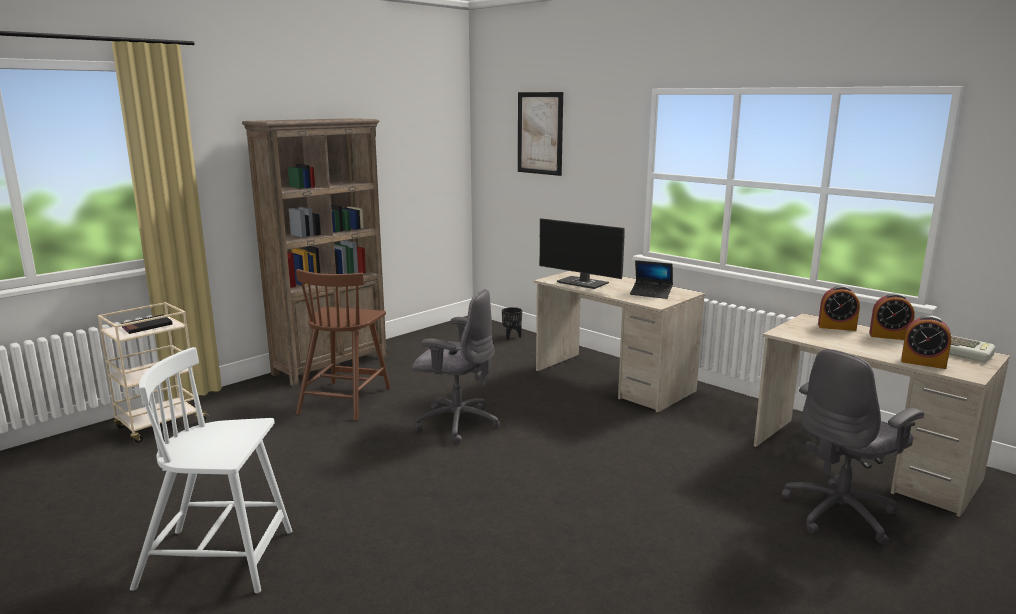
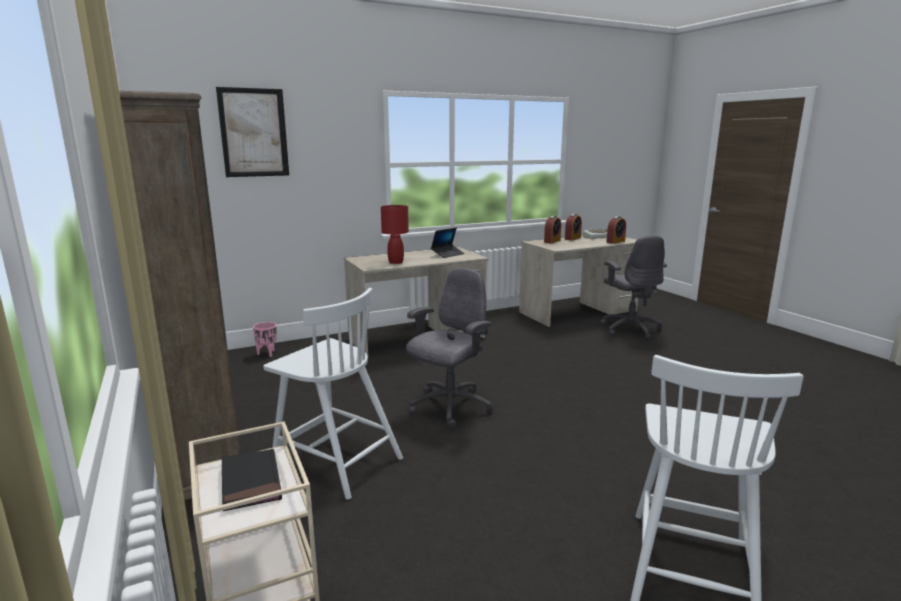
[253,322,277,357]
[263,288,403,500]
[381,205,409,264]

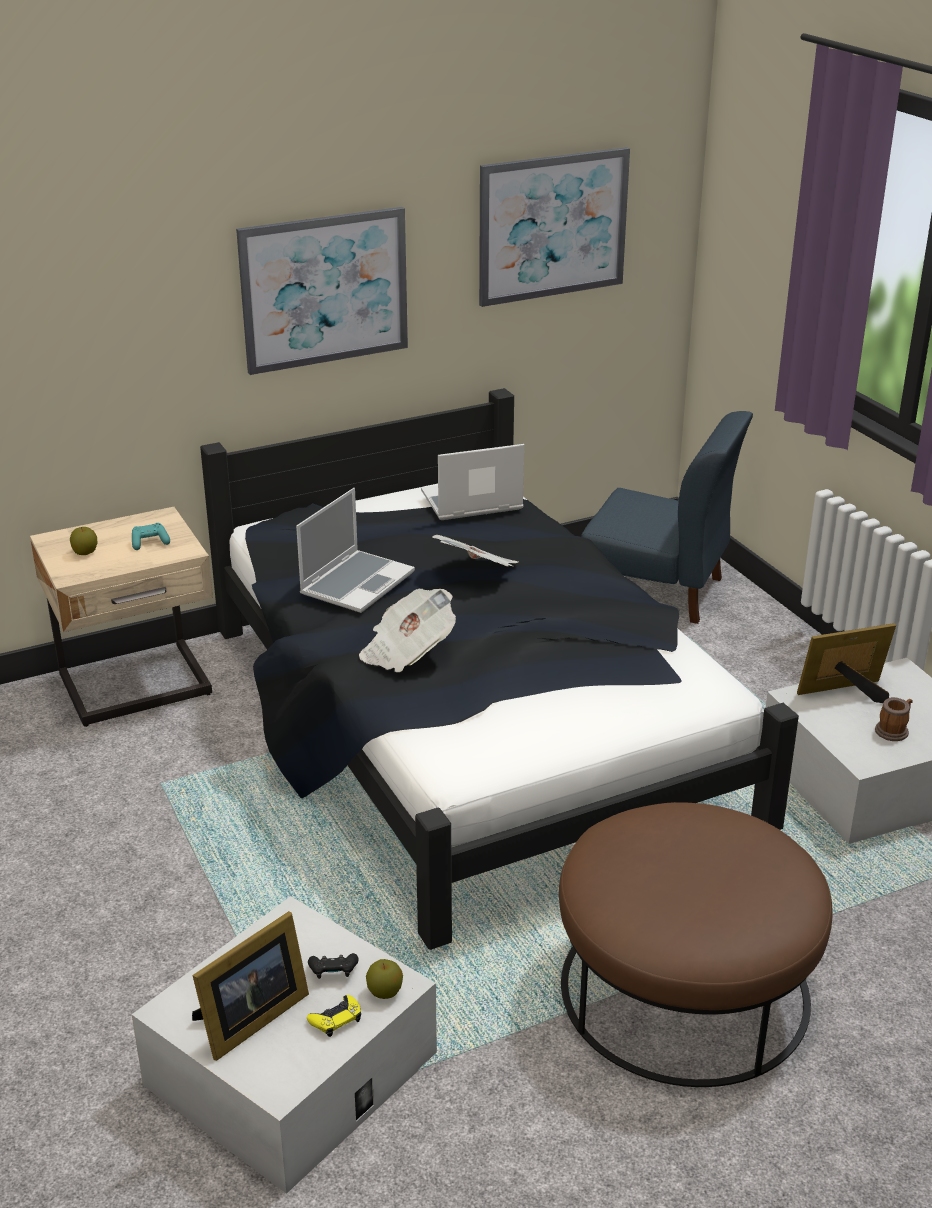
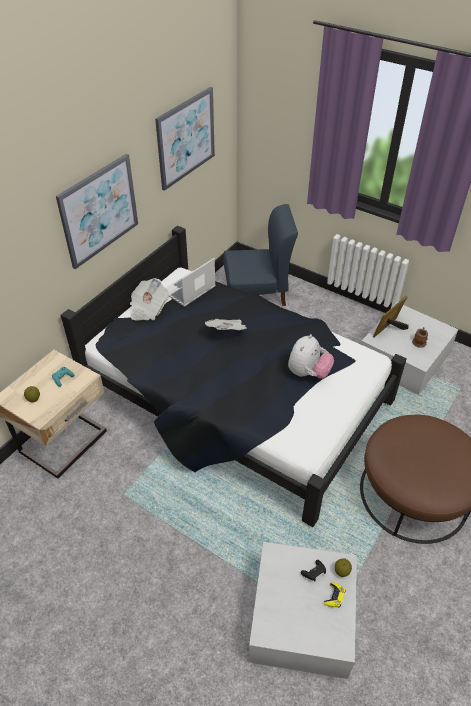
[130,278,169,320]
[288,334,334,379]
[192,911,309,1061] (first image)
[296,488,415,613] (first image)

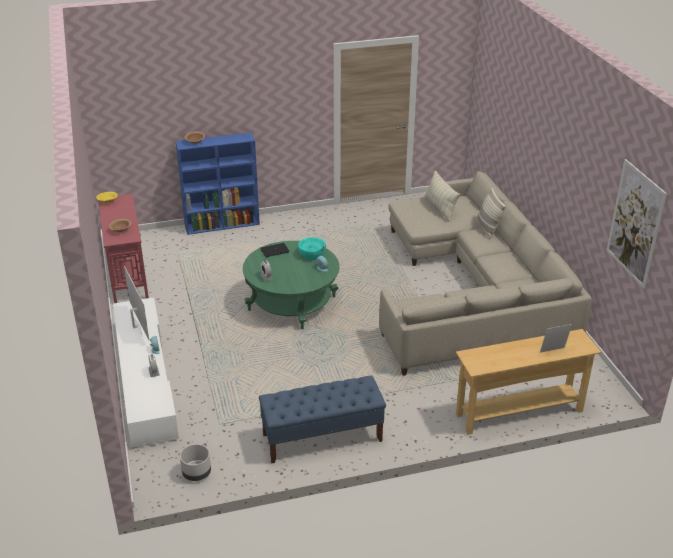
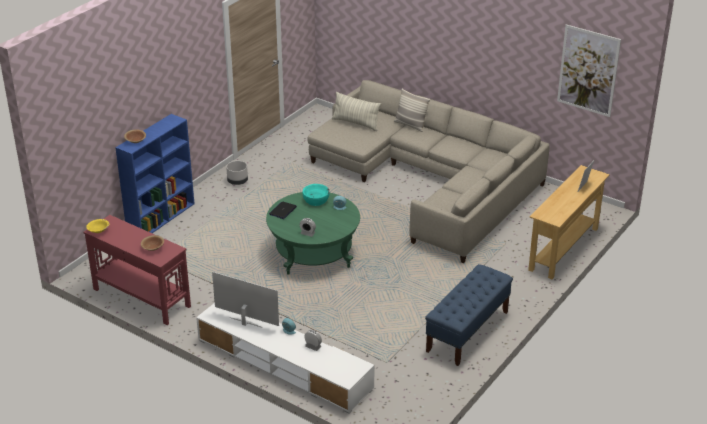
[226,161,248,185]

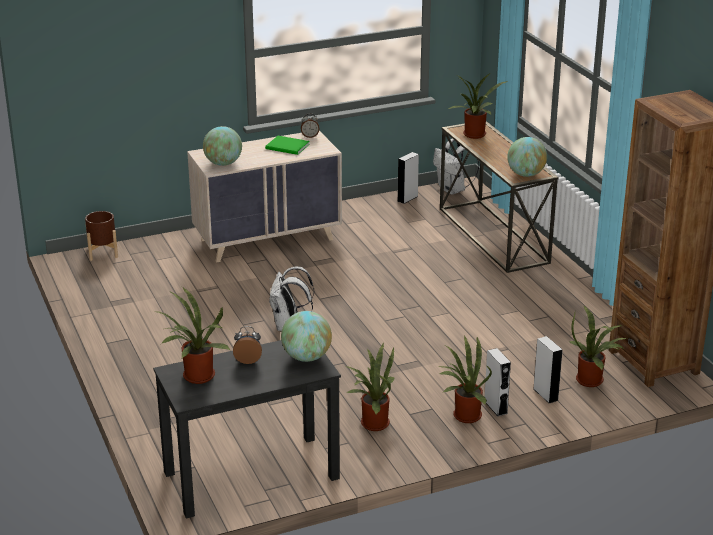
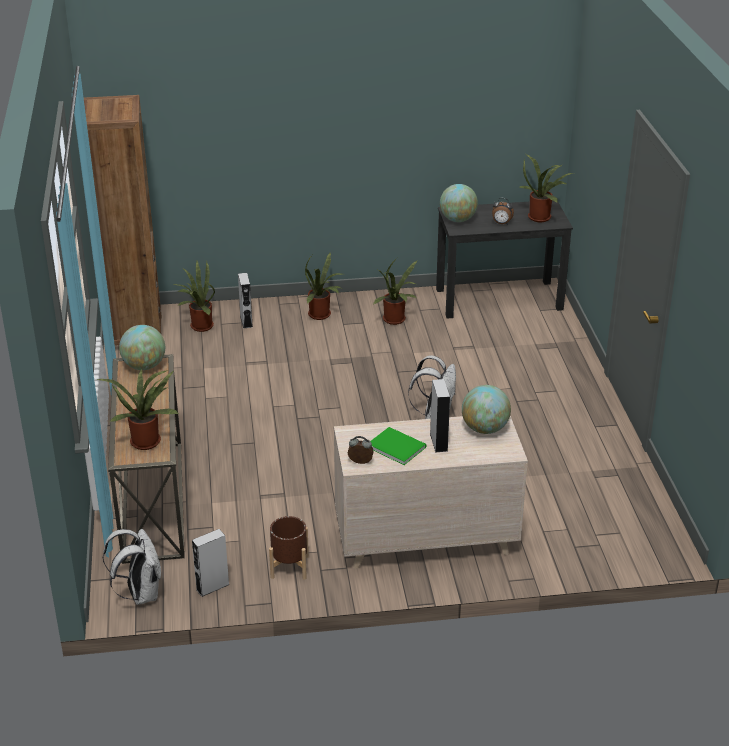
[269,516,309,580]
[430,379,450,452]

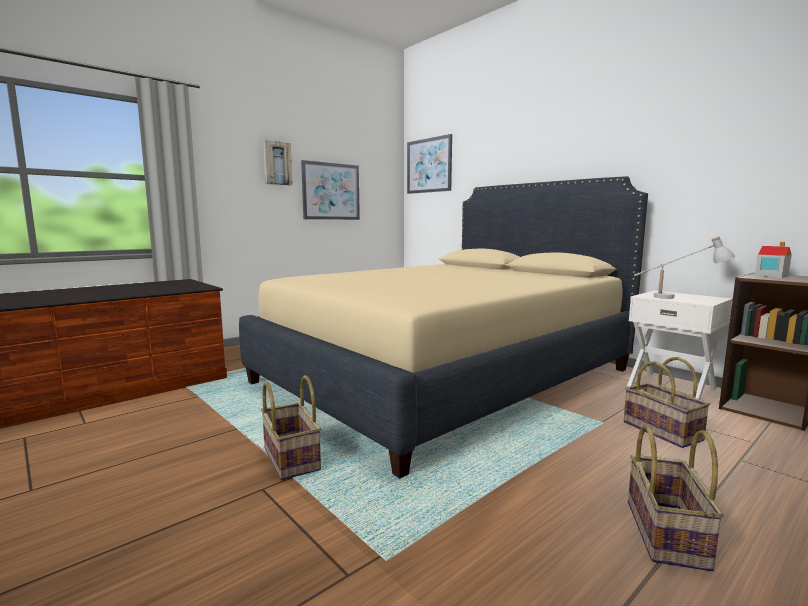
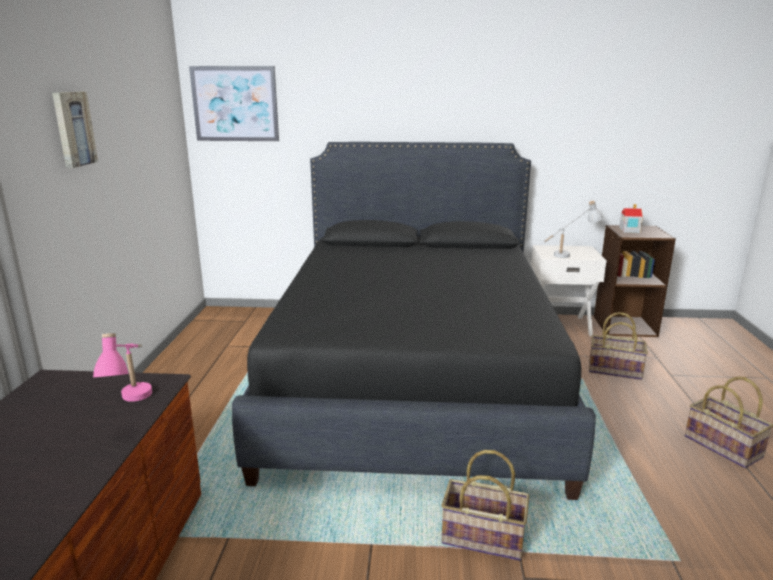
[93,333,152,402]
[232,142,596,500]
[301,160,360,220] (first image)

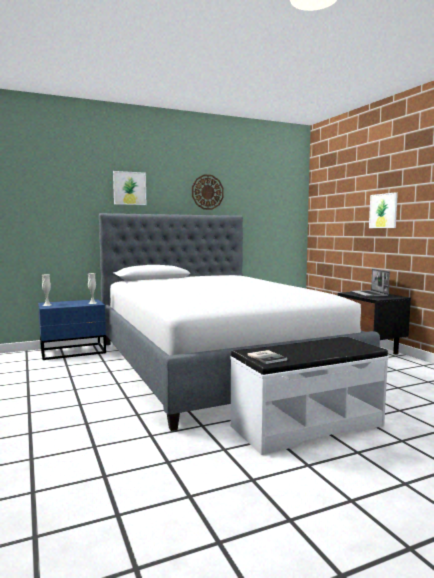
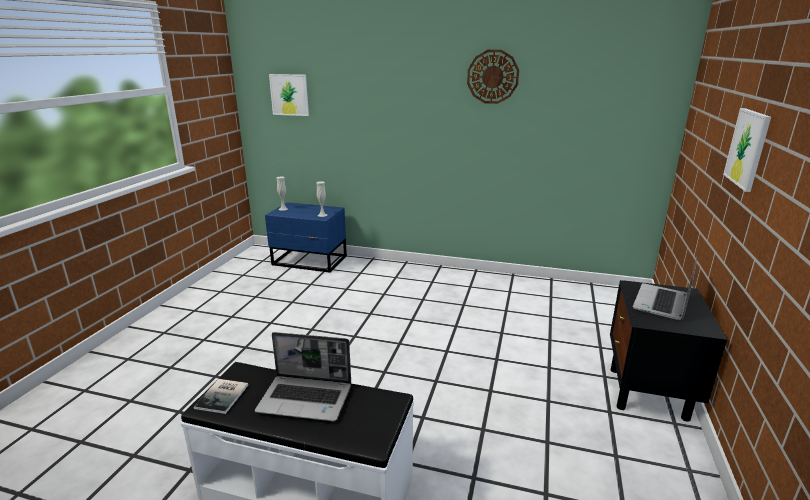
[255,332,351,421]
[269,74,309,116]
[99,213,380,431] (first image)

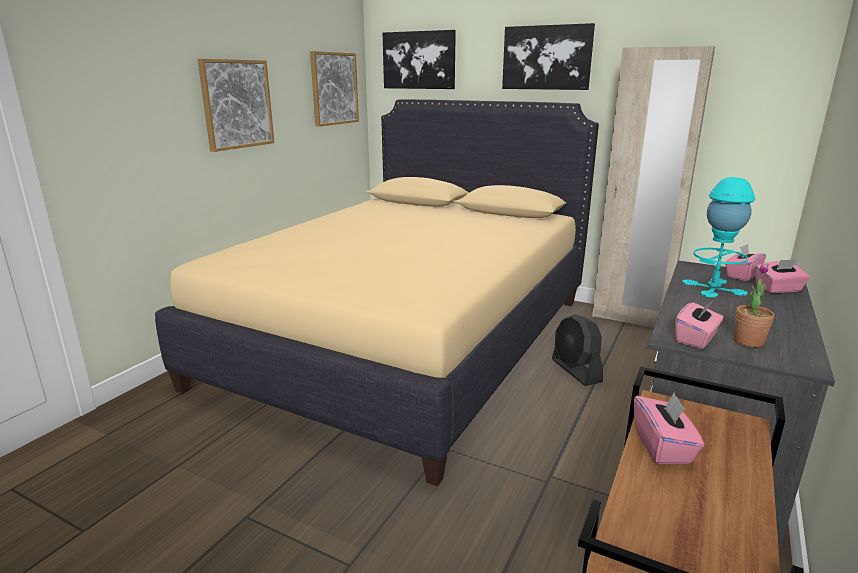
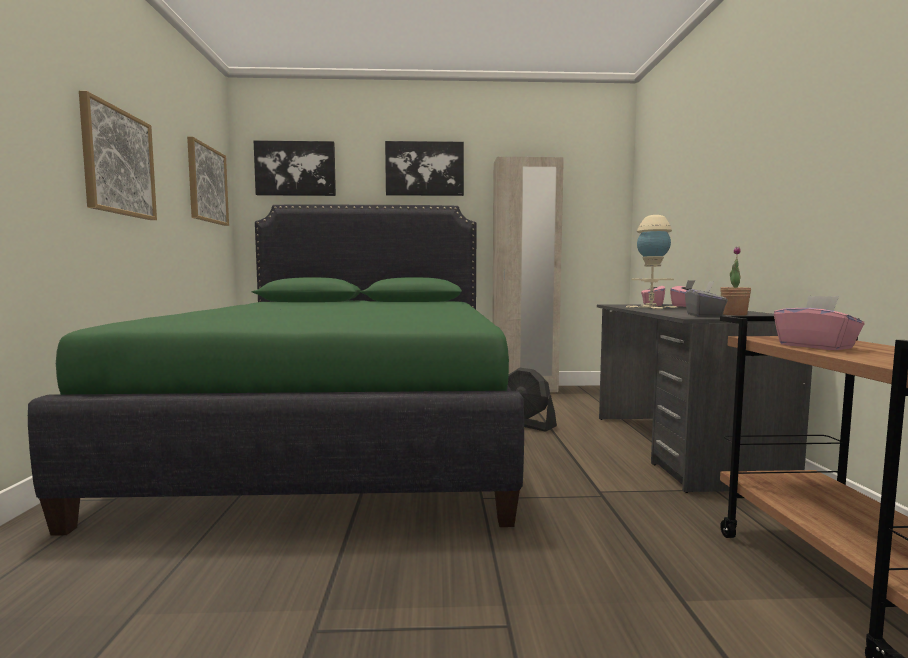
[28,204,524,536]
[626,215,677,309]
[685,281,728,317]

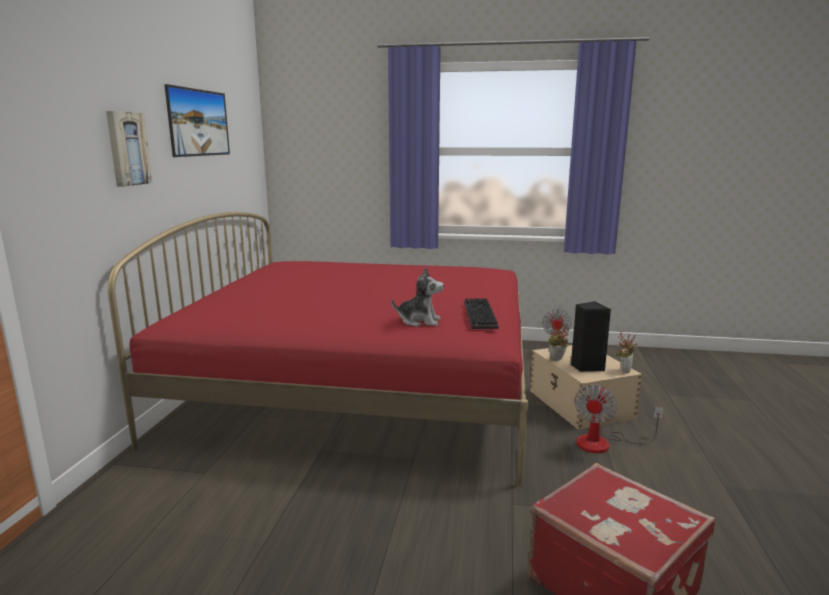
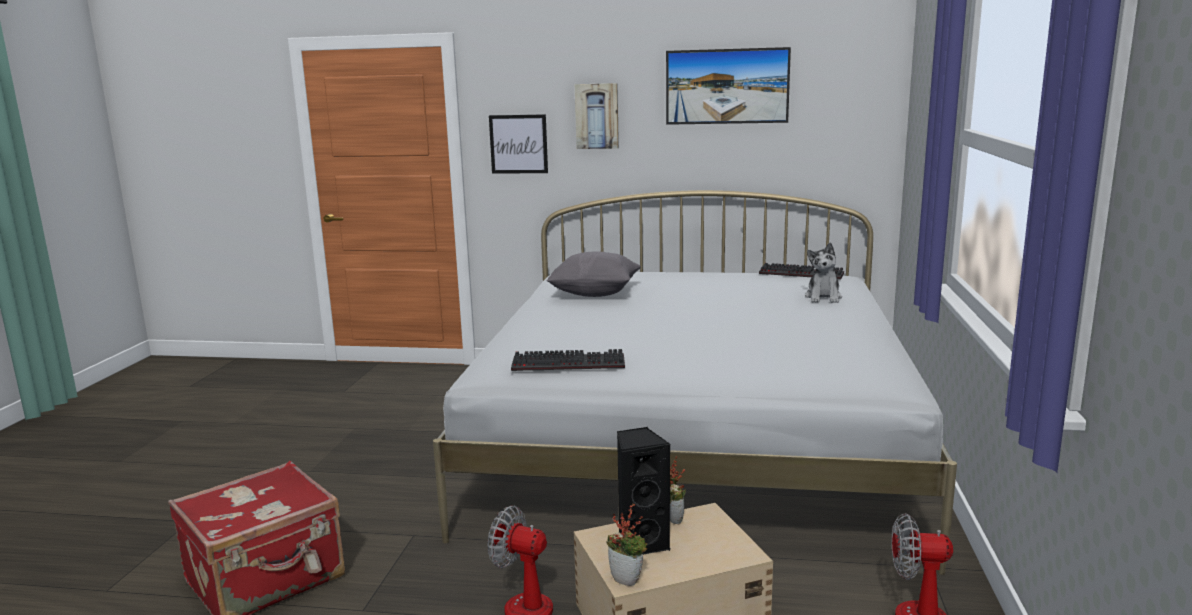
[433,190,957,575]
[489,114,548,174]
[546,251,641,297]
[759,263,844,280]
[805,243,842,303]

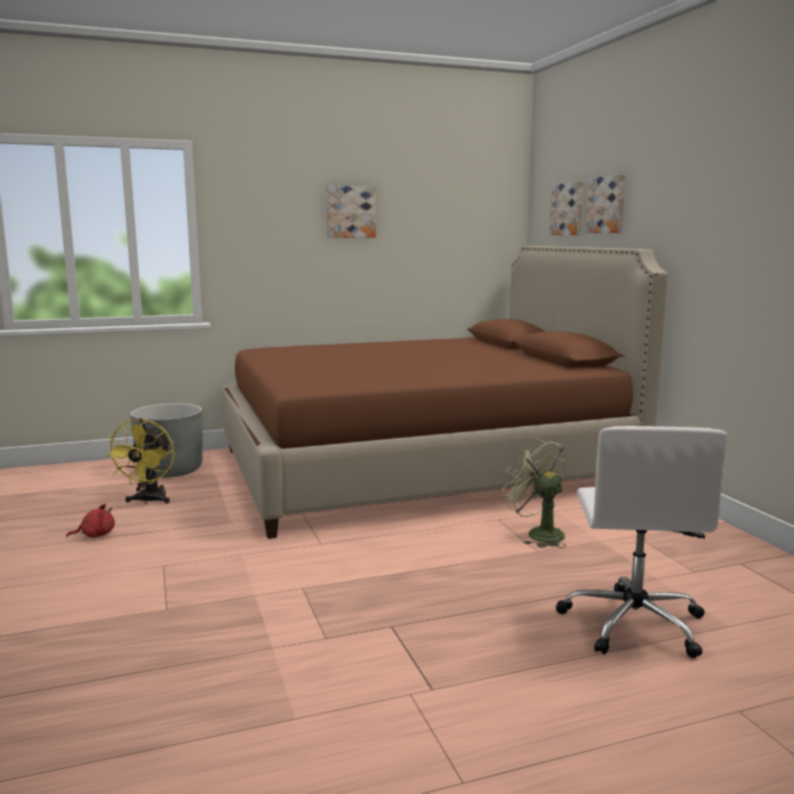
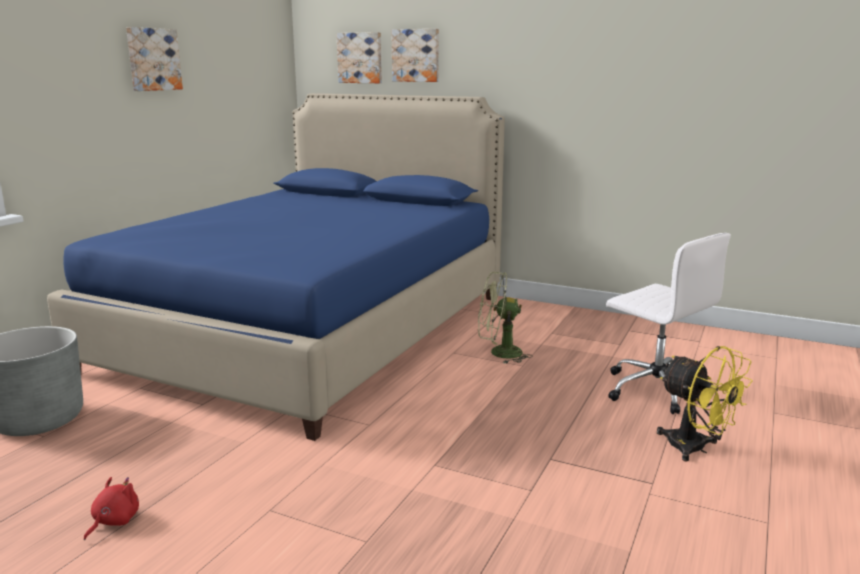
[47,93,505,441]
[657,346,753,462]

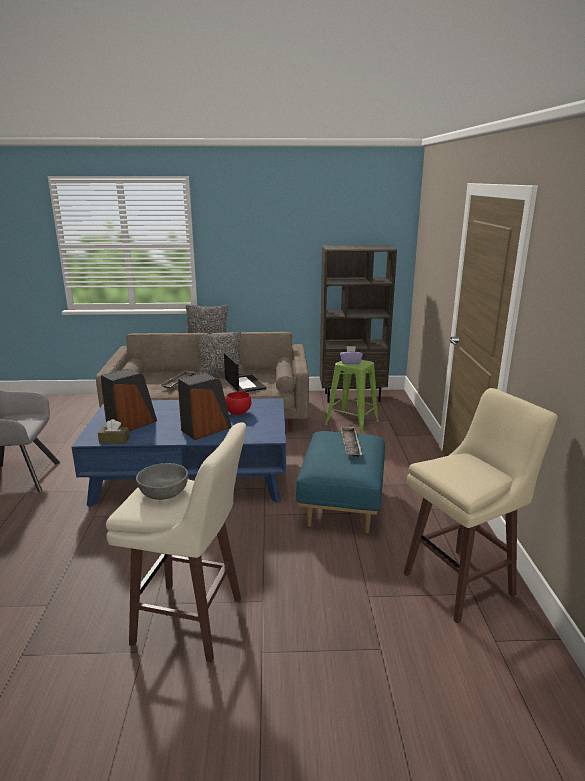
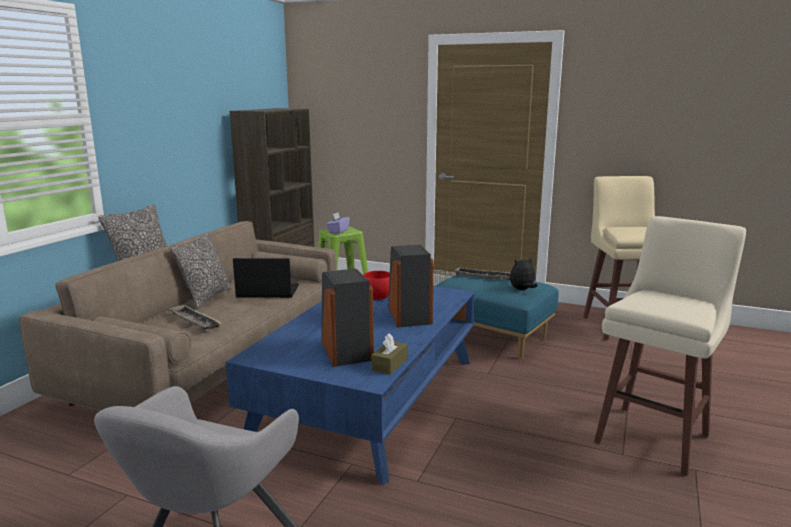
[510,257,538,290]
[136,463,188,500] (first image)

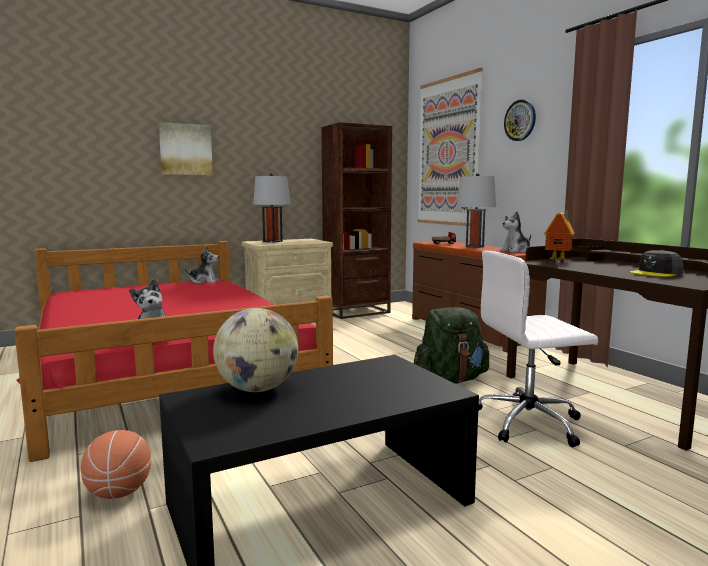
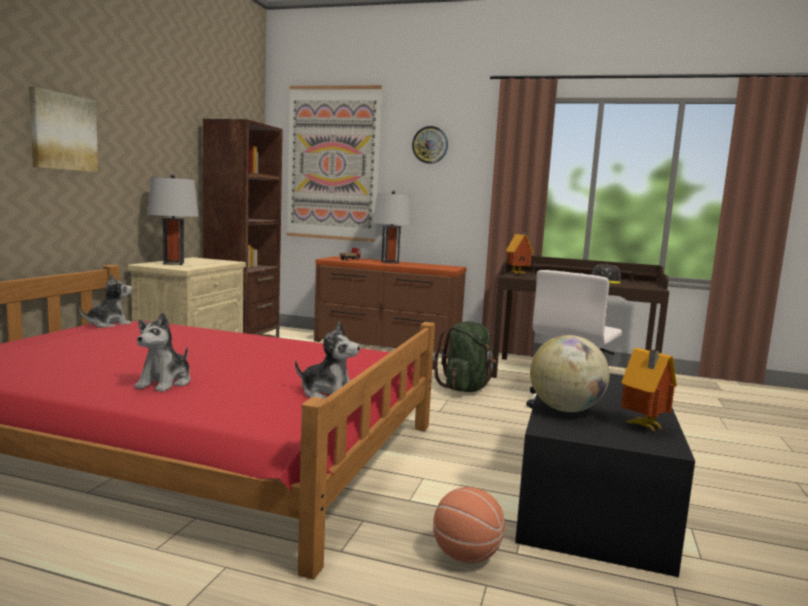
[134,313,190,392]
[621,348,677,433]

